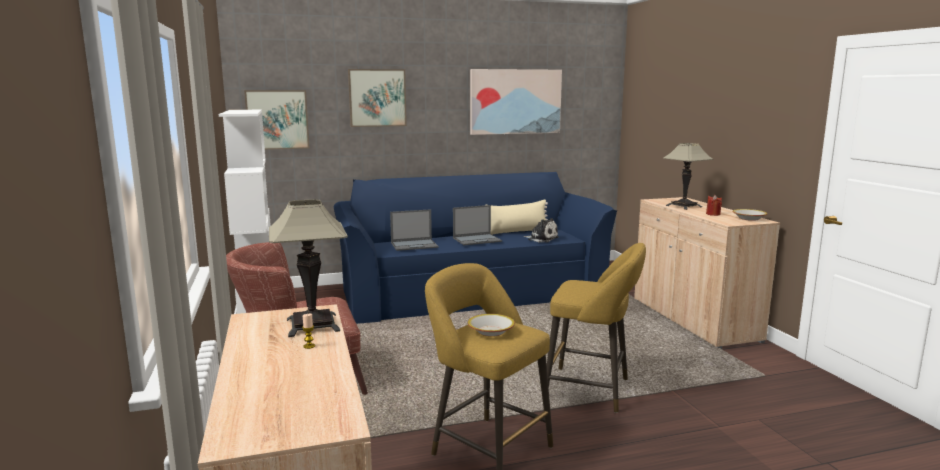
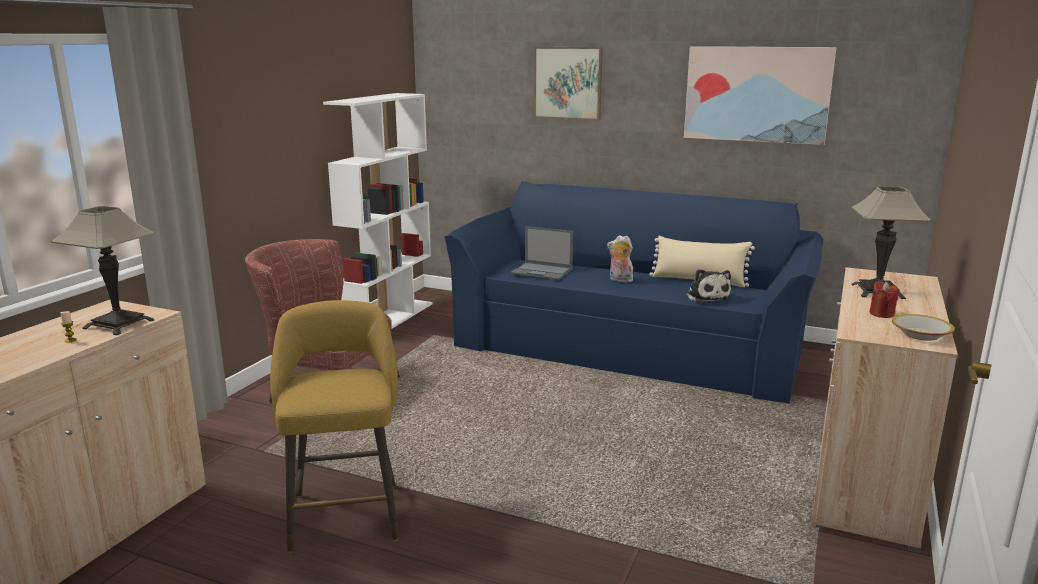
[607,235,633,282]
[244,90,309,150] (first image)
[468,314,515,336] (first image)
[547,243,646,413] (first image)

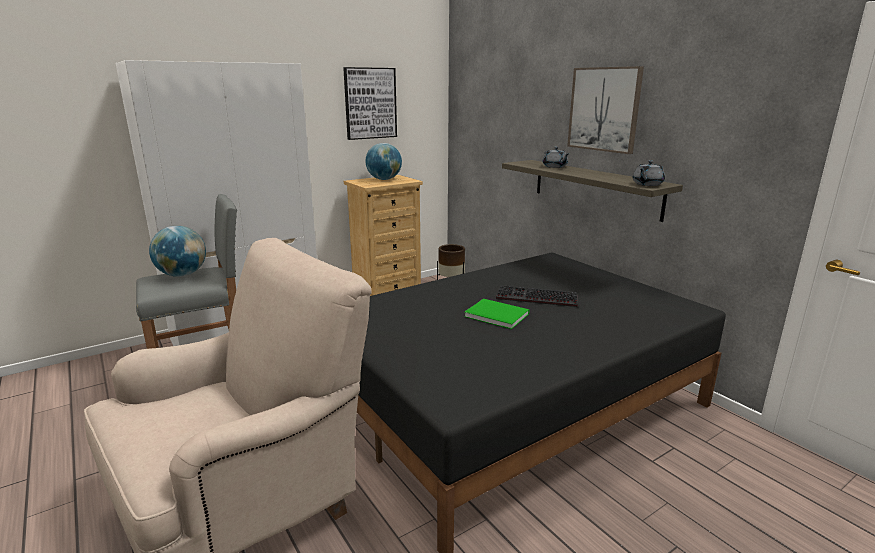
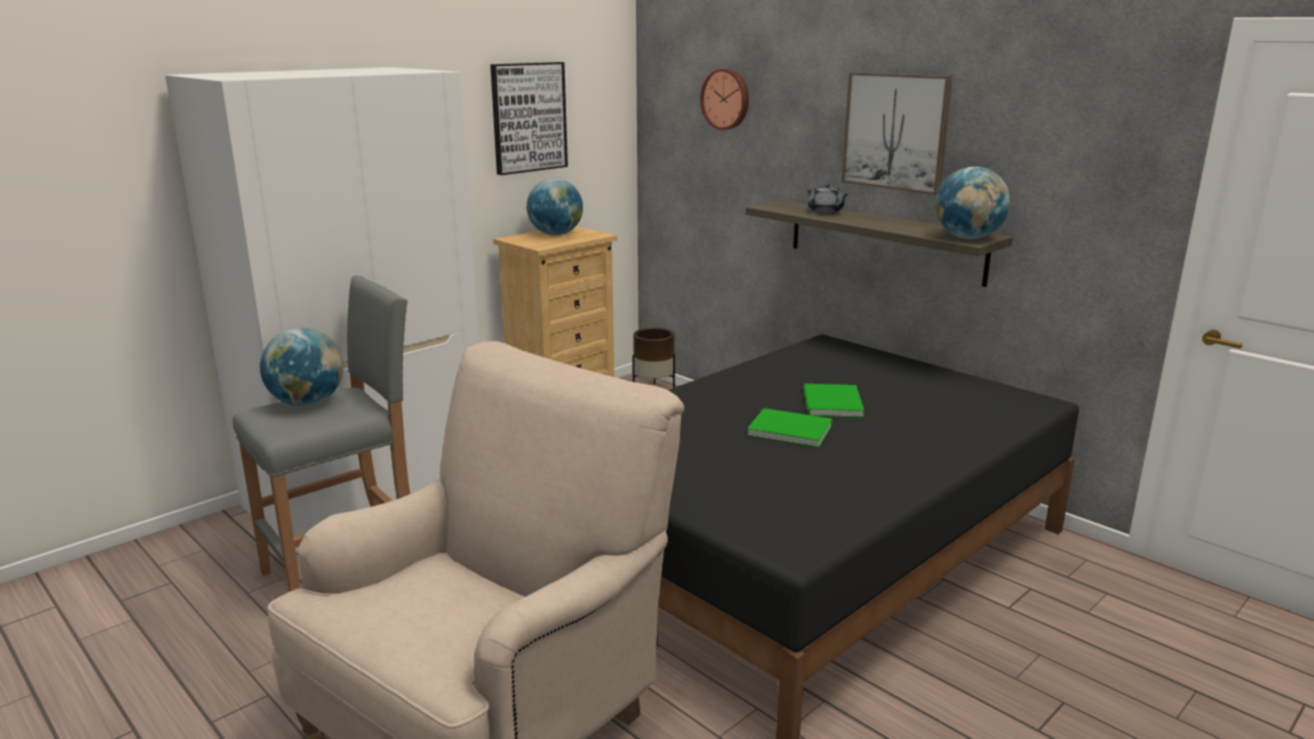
[700,68,749,130]
[803,384,864,417]
[935,167,1010,239]

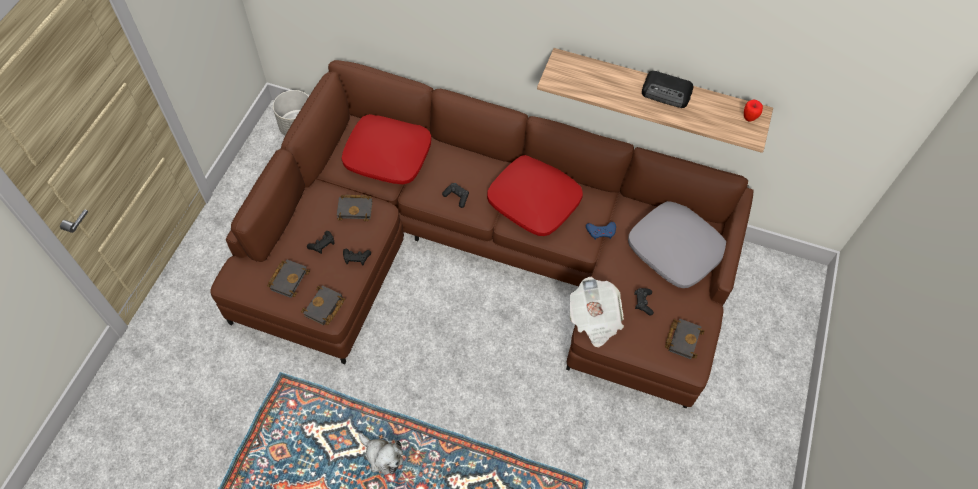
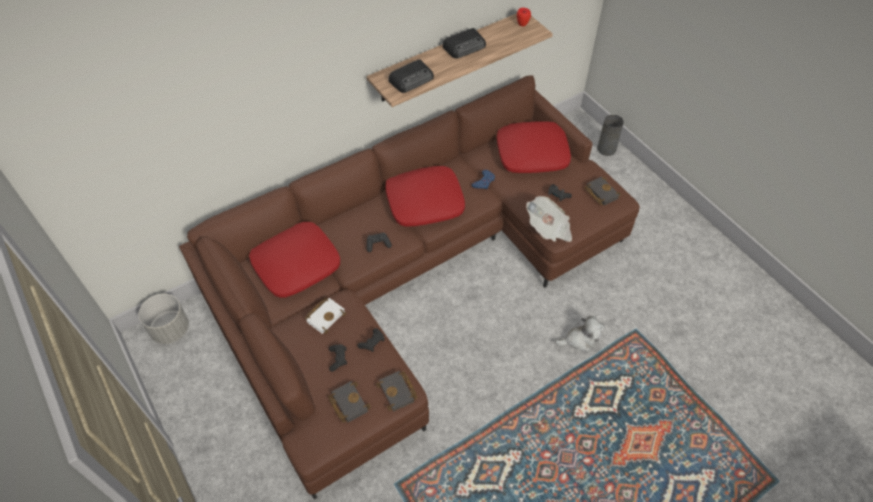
[305,298,346,334]
[389,59,434,93]
[497,121,571,173]
[555,316,605,353]
[597,115,624,156]

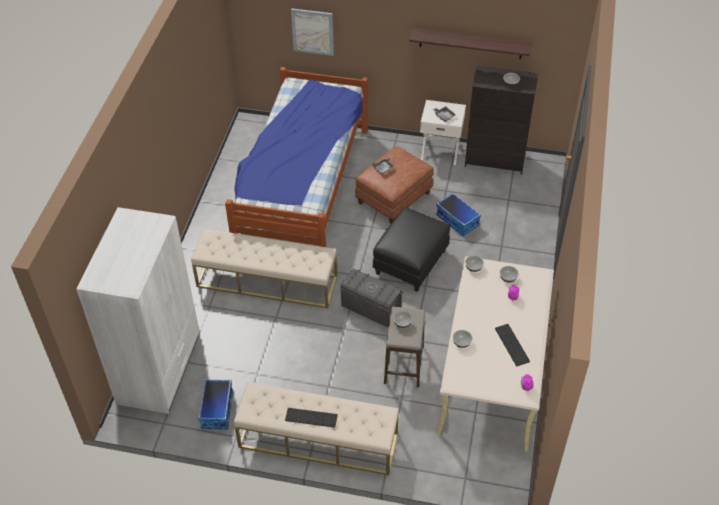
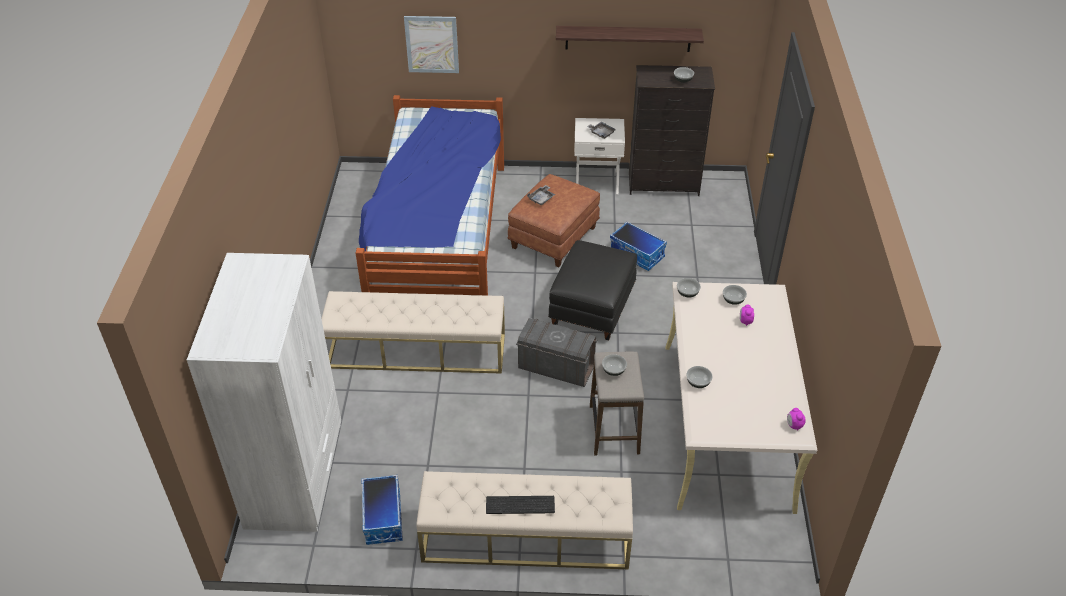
[495,324,530,366] (first image)

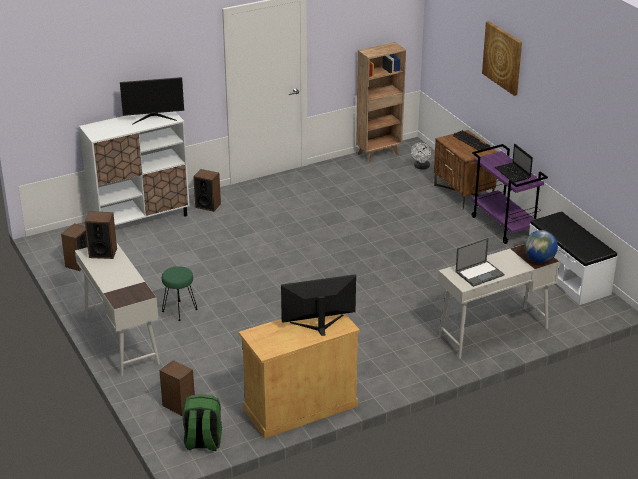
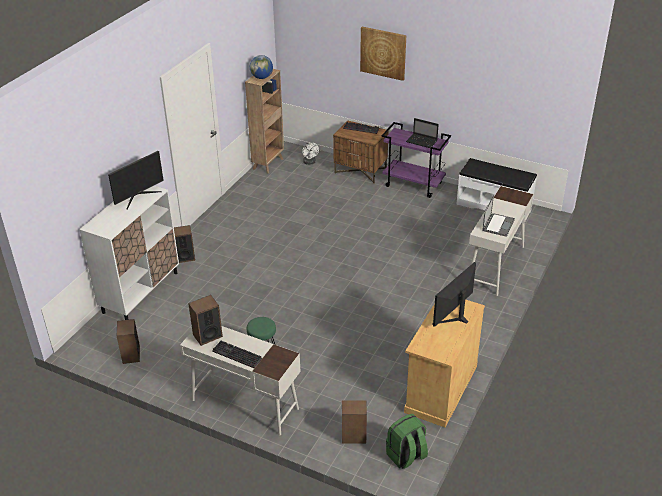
[212,341,262,368]
[250,55,273,79]

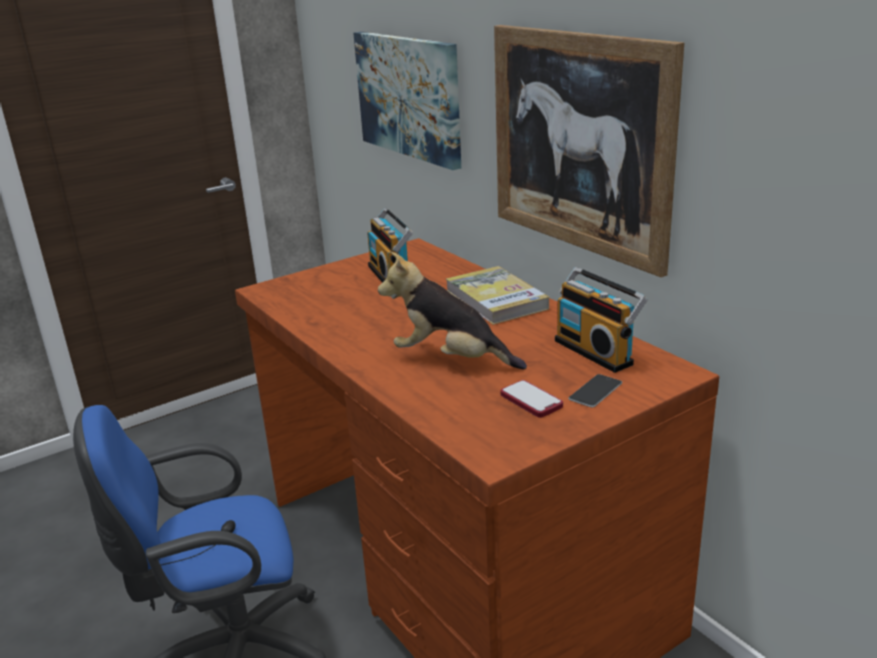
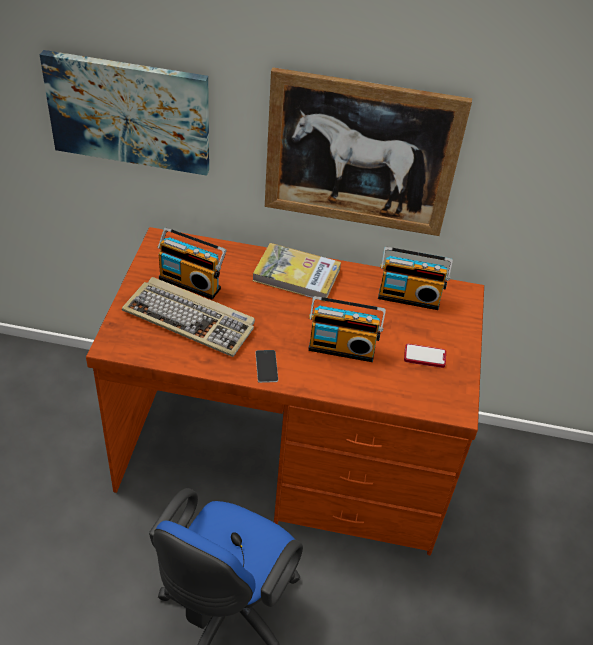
[122,277,255,357]
[255,350,278,383]
[308,296,386,362]

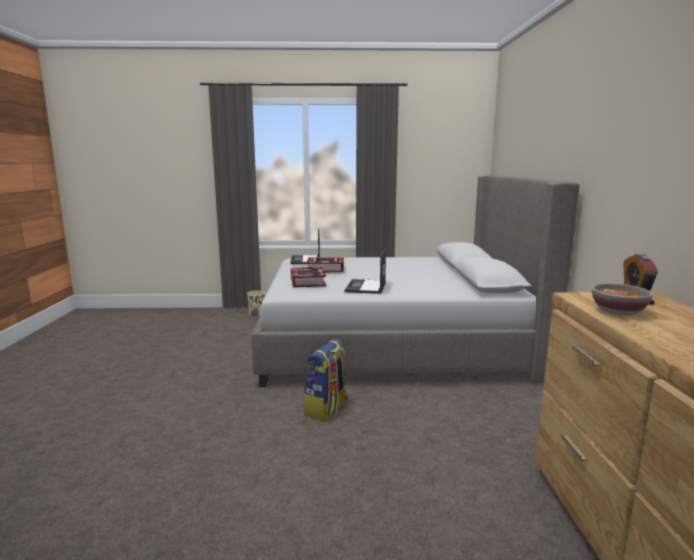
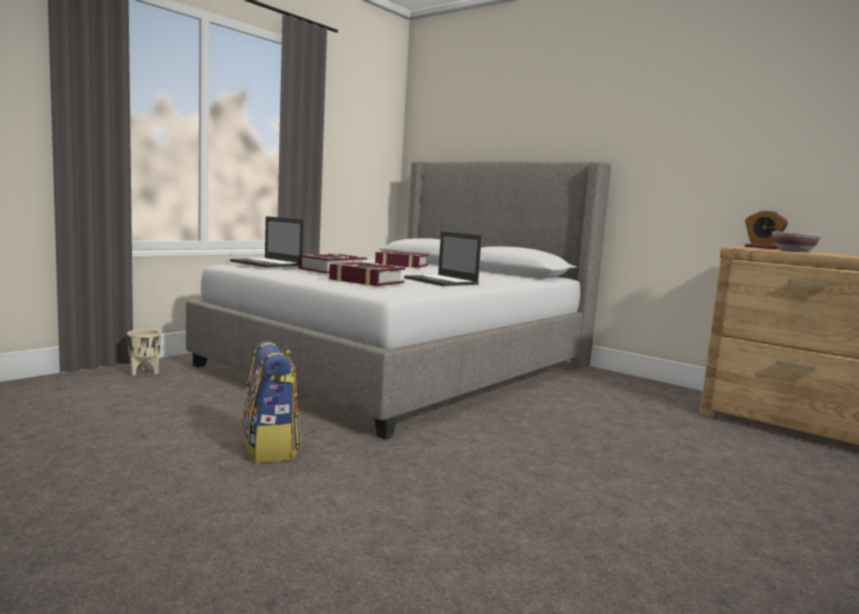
[242,341,301,463]
[375,250,429,268]

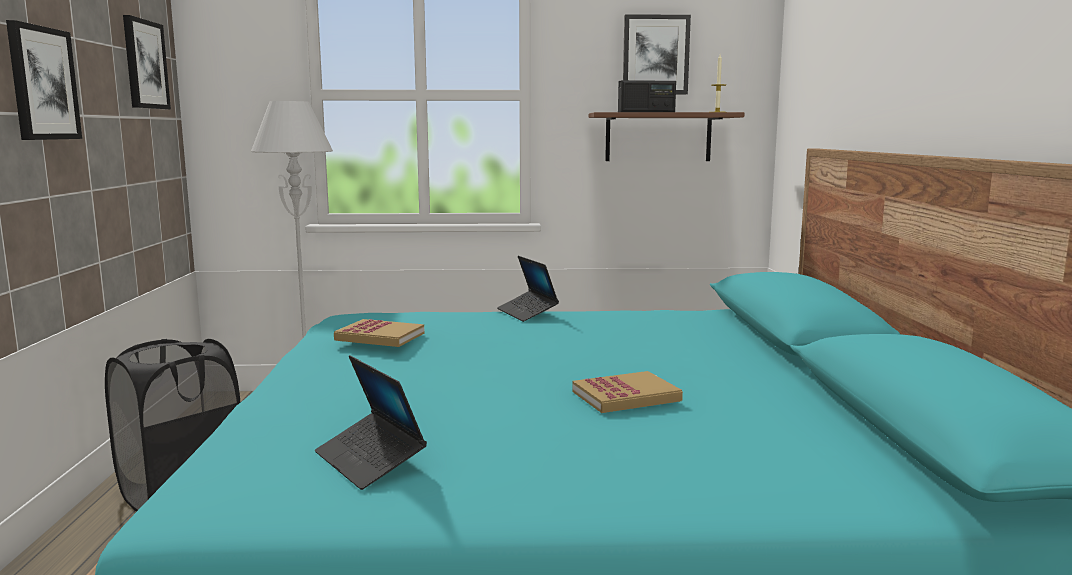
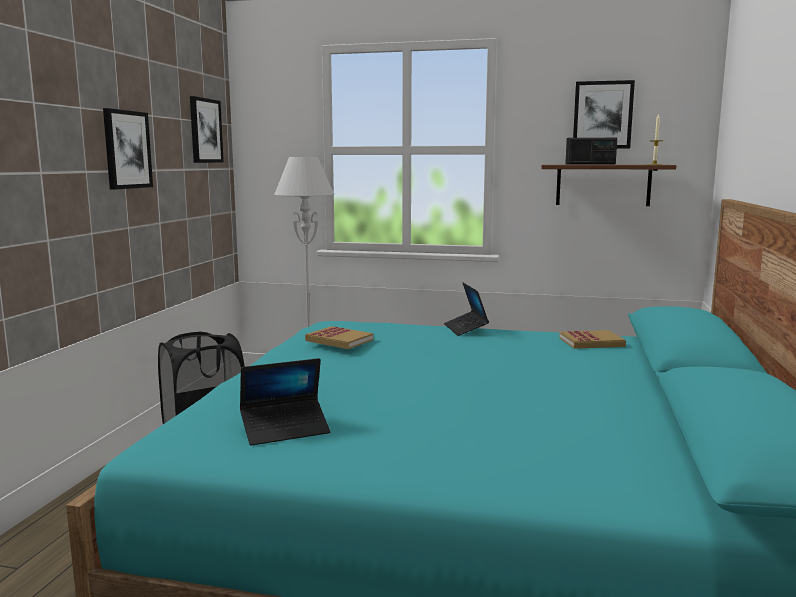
[240,358,330,446]
[559,330,626,349]

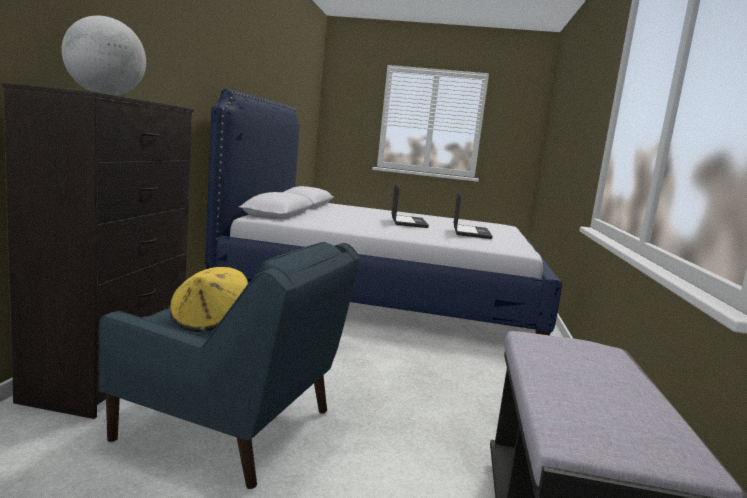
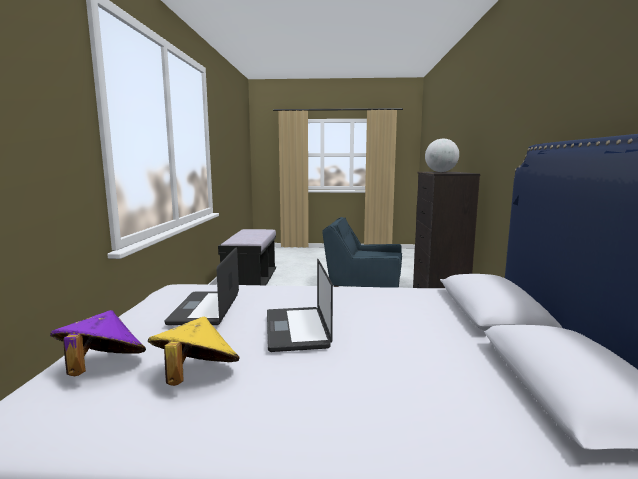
[50,310,146,376]
[148,317,239,386]

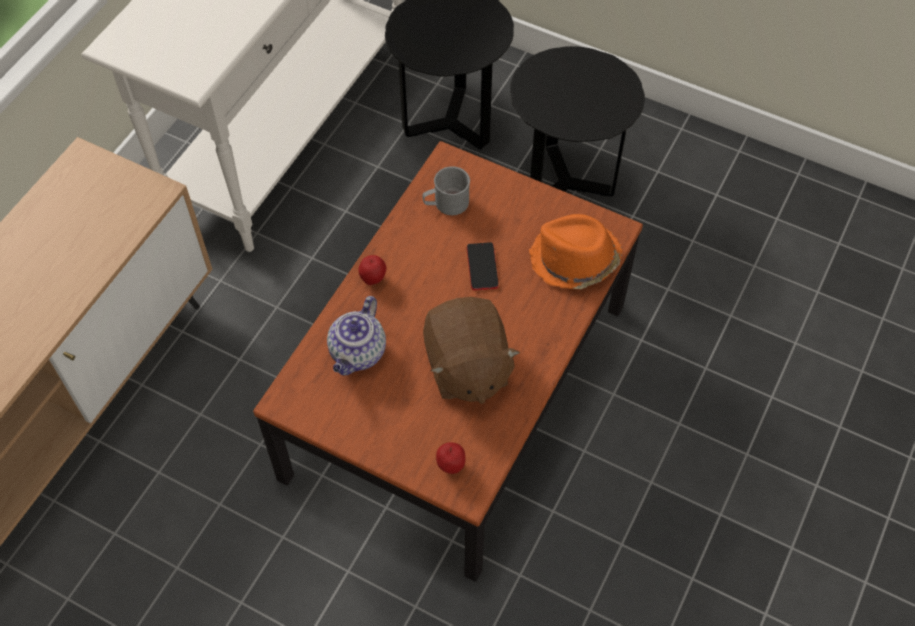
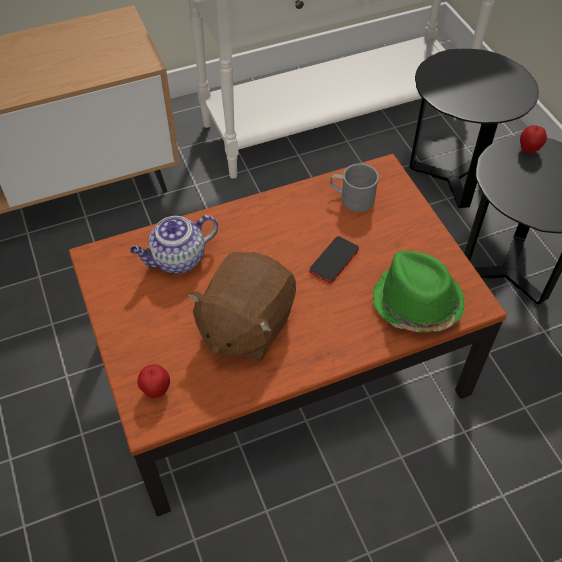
[373,250,465,333]
[520,125,547,153]

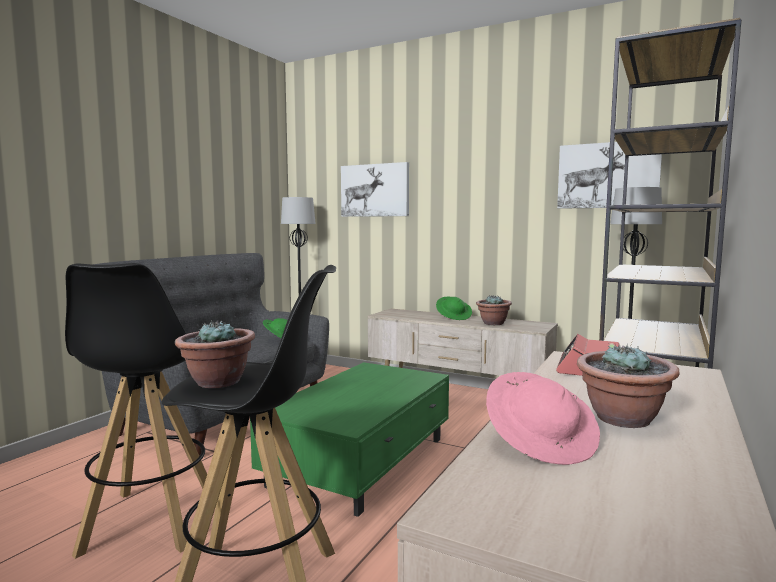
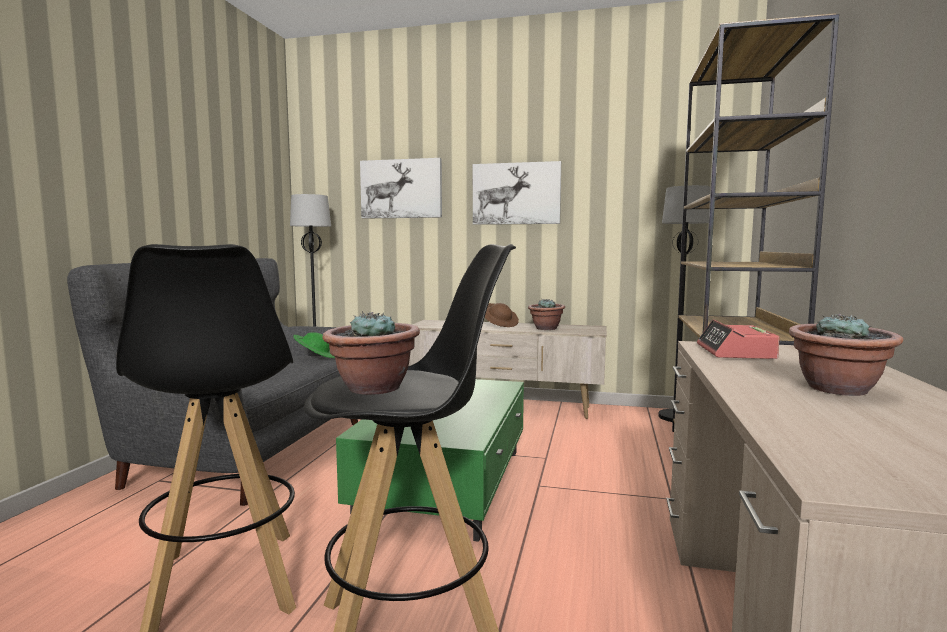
[473,161,561,225]
[485,303,519,327]
[486,372,600,465] (first image)

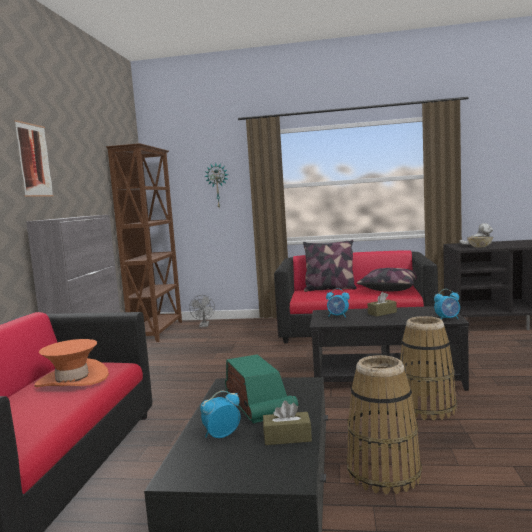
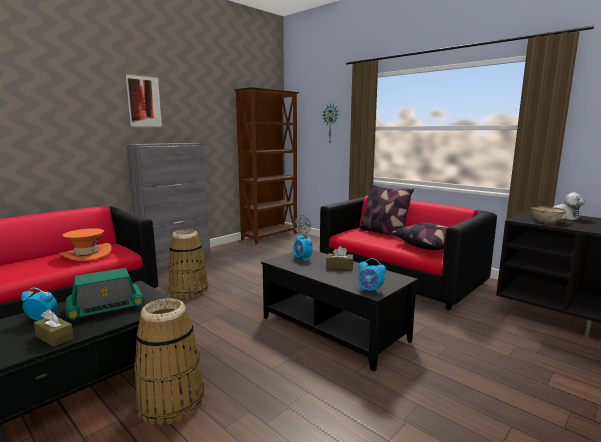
[66,268,144,321]
[168,230,208,299]

